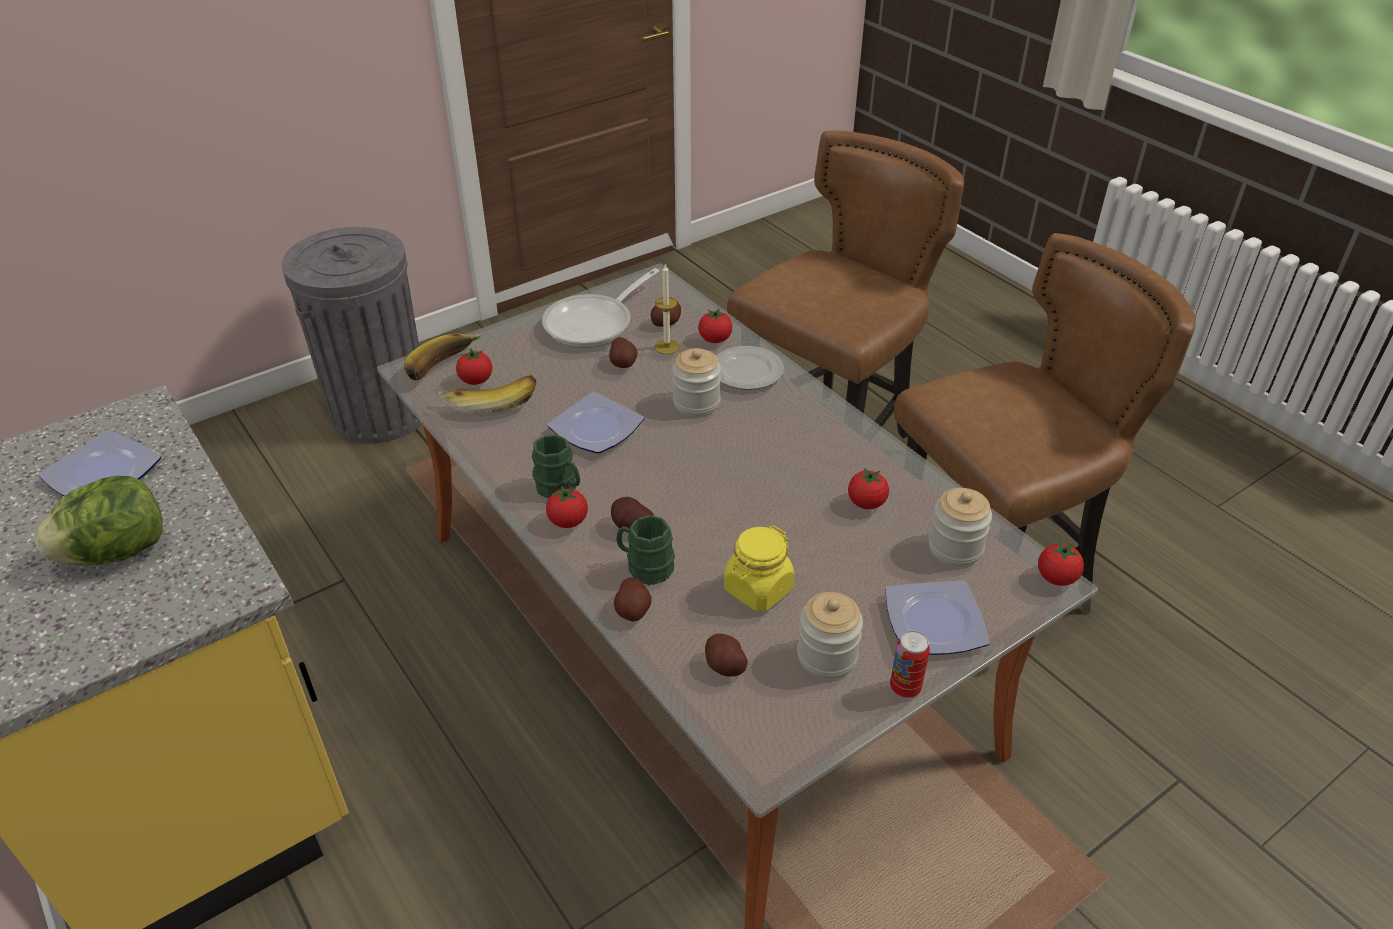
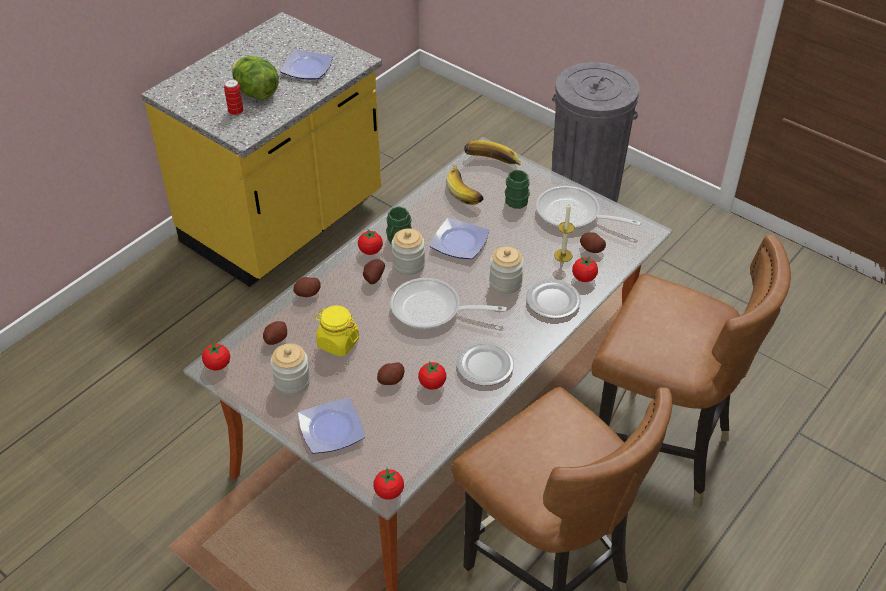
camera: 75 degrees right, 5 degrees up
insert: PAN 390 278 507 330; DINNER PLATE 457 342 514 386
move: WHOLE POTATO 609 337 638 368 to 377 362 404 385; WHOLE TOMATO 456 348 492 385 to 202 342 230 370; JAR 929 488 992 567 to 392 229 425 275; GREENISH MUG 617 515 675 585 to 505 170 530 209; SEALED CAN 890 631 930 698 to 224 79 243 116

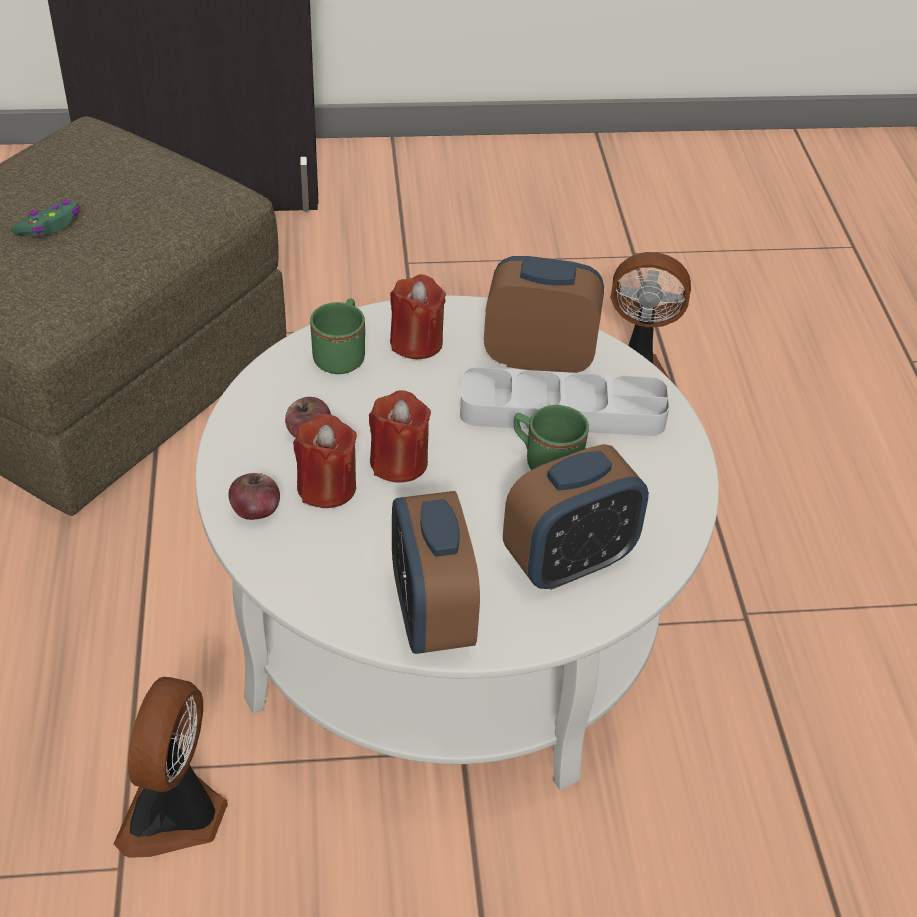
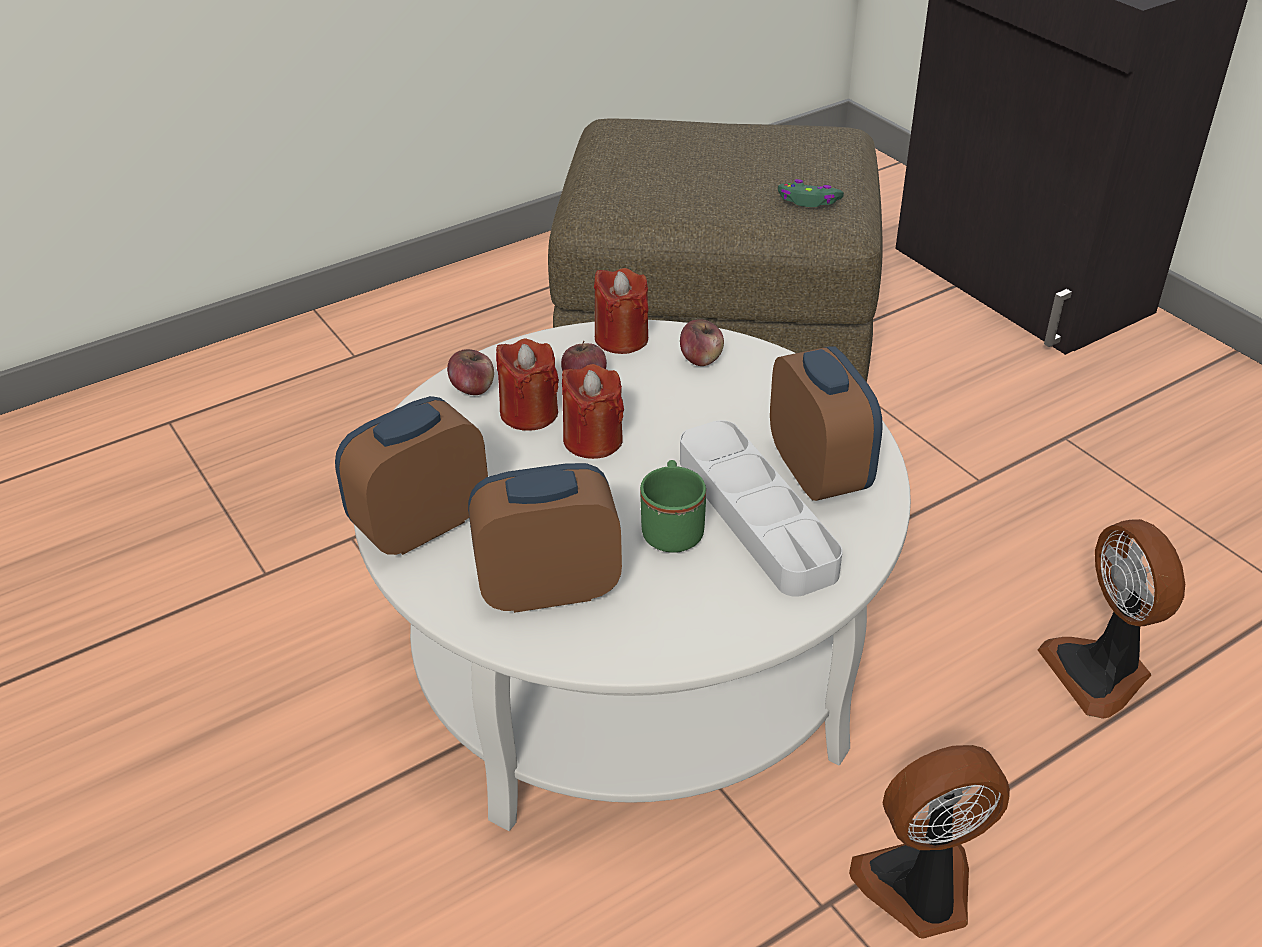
camera: 65 degrees right, 5 degrees down
move: GREENISH GAMEPAD 11 200 80 237 to 778 179 844 207; REDDISH WAX LIGHT 390 274 446 359 to 594 268 649 354; ELECTRIC FAN 114 677 228 858 to 849 745 1010 939
replace: GREENISH MUG 310 298 365 374 to APPLE FRUIT 680 319 724 366
rotate: TABLE CLOCK 503 444 649 590 = 468 463 622 613 135 degrees clockwise

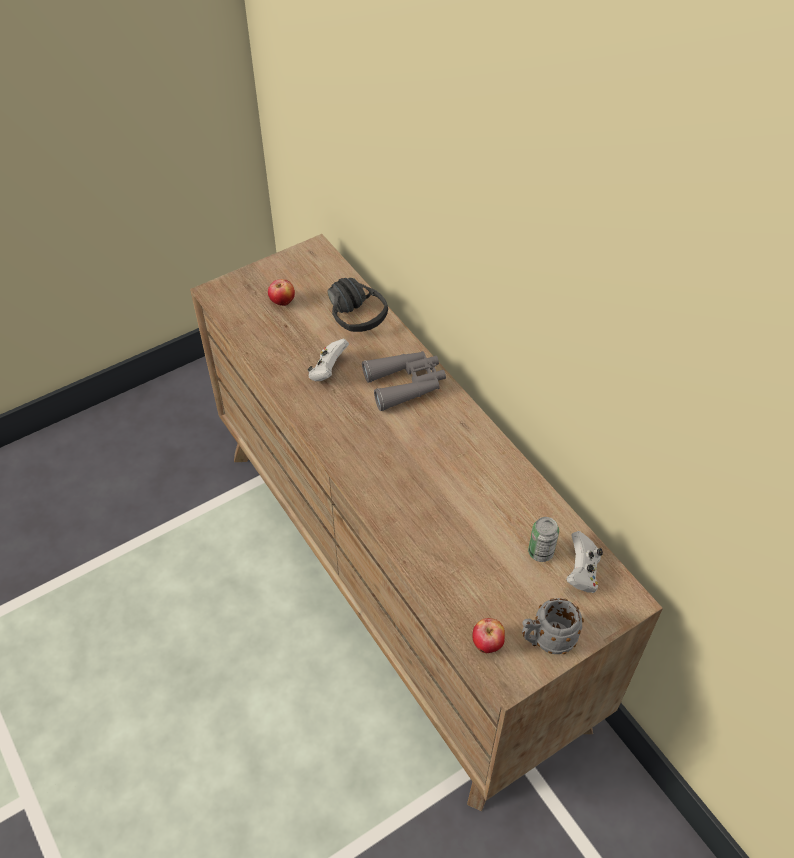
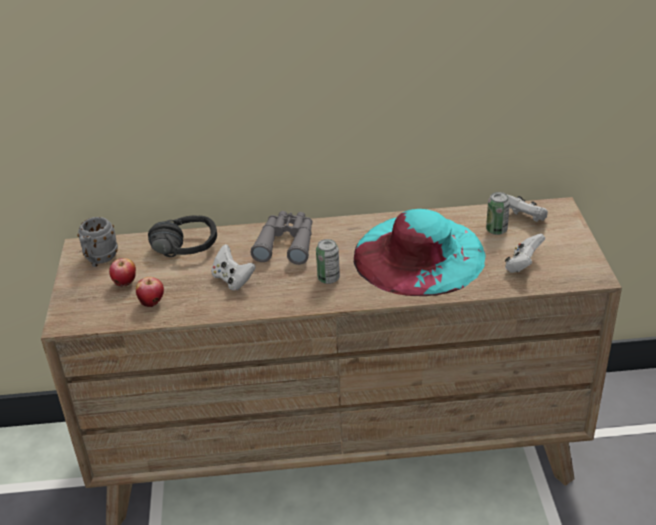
camera: 60 degrees left, 15 degrees down
insert: TURQUOISE-COLOURED HAT 354 209 486 296; WHITISH GAMEPAD 505 234 545 273; SEALED CAN 316 239 340 284
move: GREY MUG 522 598 584 654 to 77 217 118 267; APPLE FRUIT 472 618 505 653 to 136 277 164 307

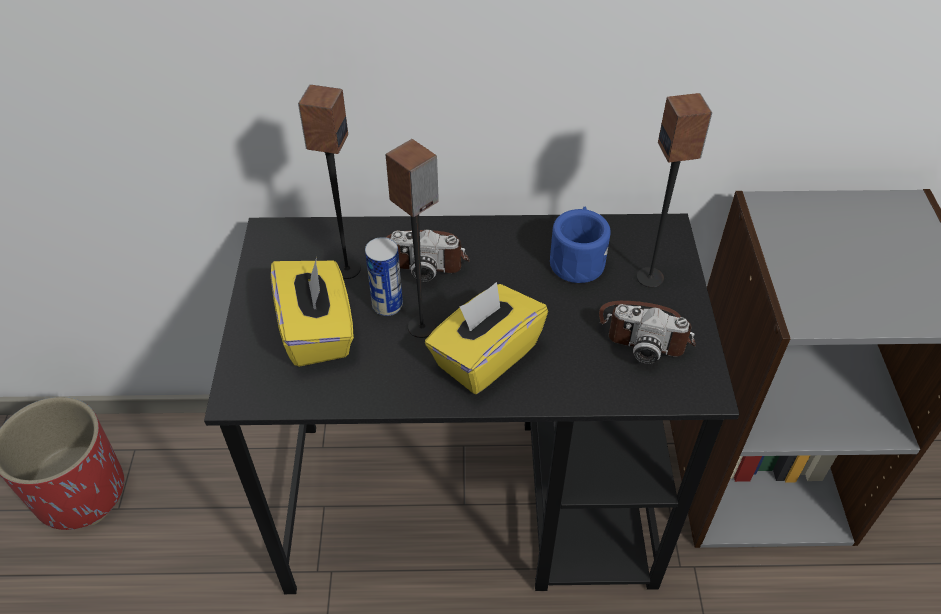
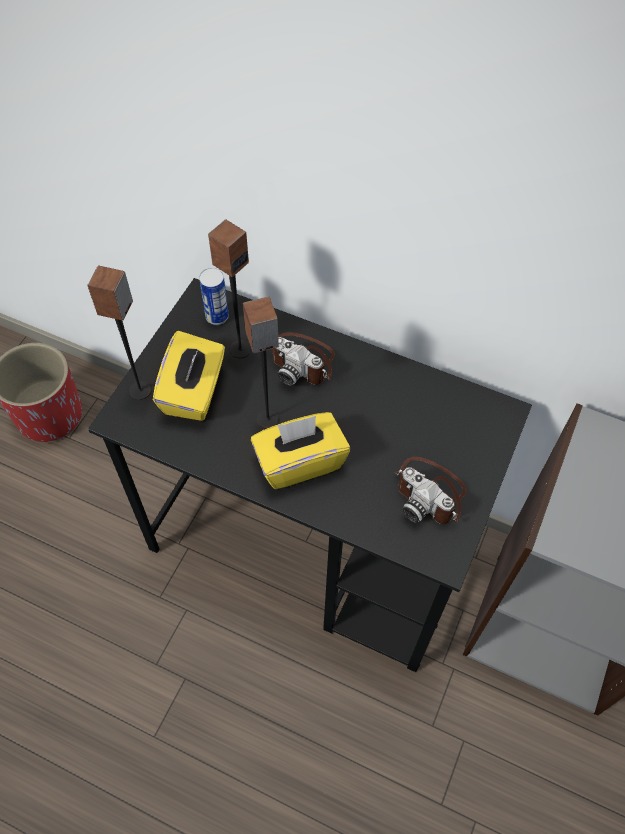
camera: 25 degrees right, 10 degrees up
delete: BLUE-COLOURED MUG 550 207 611 283
move: AUDIO SPEAKER 636 93 712 288 to 87 265 152 400; SEALED CAN 365 237 403 316 to 199 268 229 325

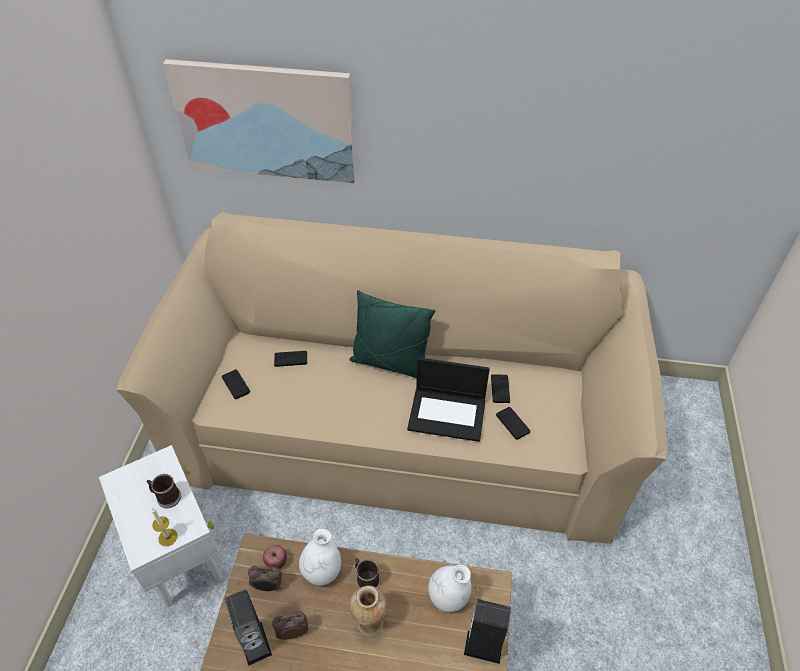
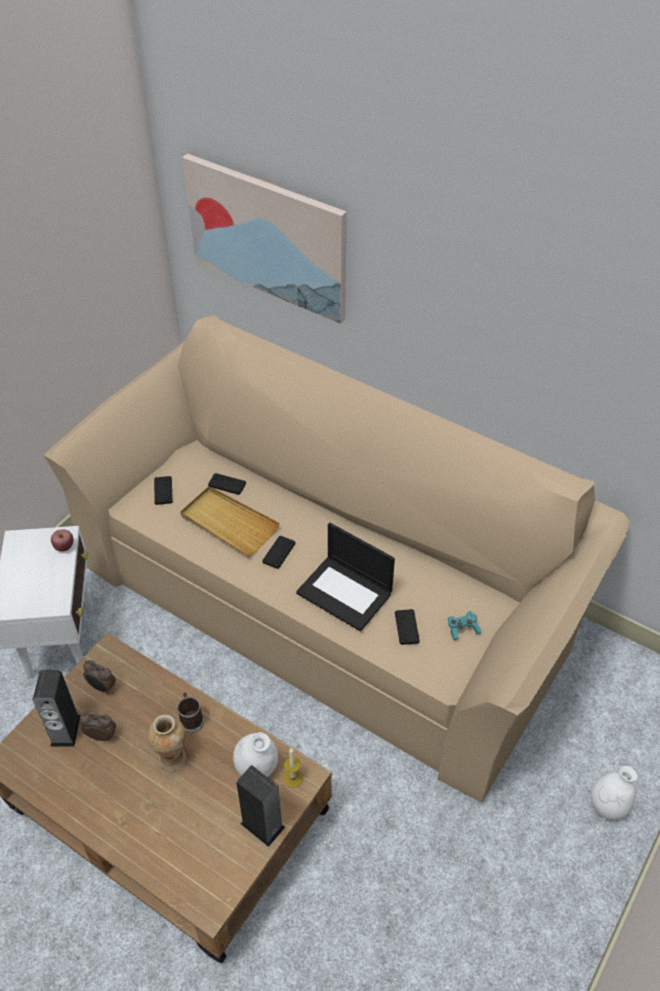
camera: 25 degrees right, 0 degrees up
delete: GREENISH CUSHION 349 290 435 378; MUG 147 474 181 508
insert: SAND-COLOURED CARRYING TRAY 180 486 279 556; TURQUOISE-COLOURED GAMEPAD 448 611 481 640
move: BLACK GAMEPAD 491 374 510 403 to 262 536 295 569; WAX LIGHT 151 508 178 546 to 283 748 303 788; WHITISH DECORATIVE VASE 299 529 341 585 to 591 766 638 820; APPLE FRUIT 263 545 287 569 to 51 529 73 552

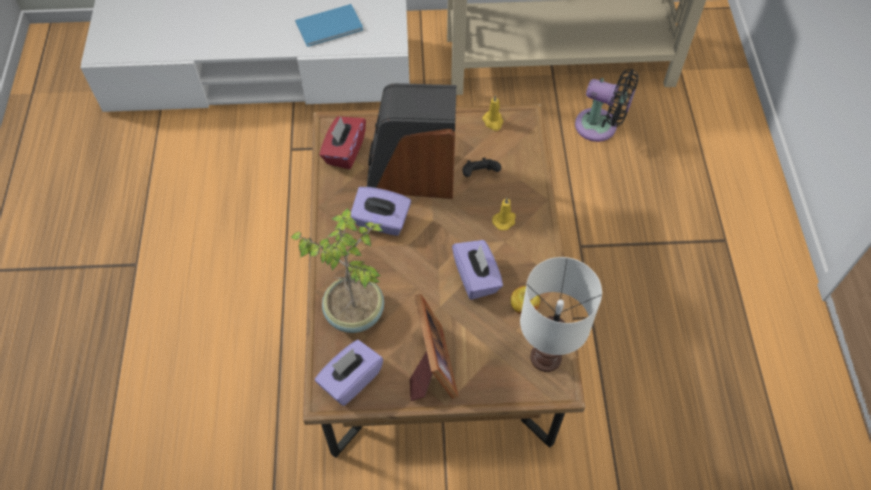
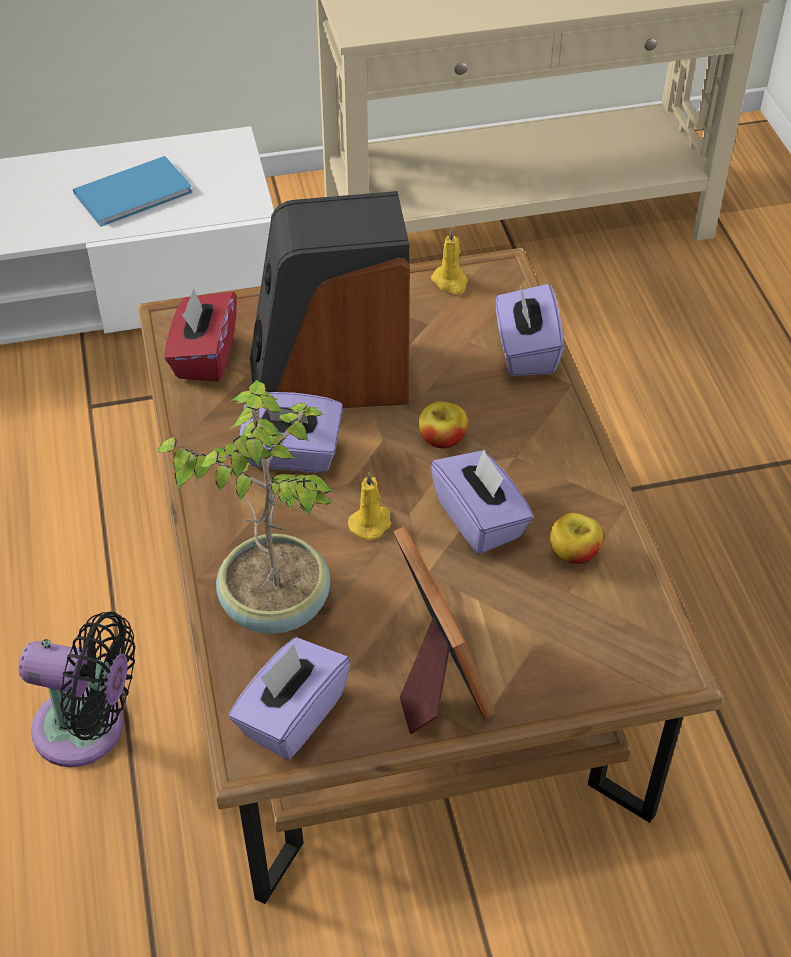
camera: 10 degrees left, 10 degrees down
delete: BLACK GAMEPAD 462 158 501 177; WHITISH LAMP FOR A TABLE 520 257 602 372
insert: PURPLISH TISSUE BOX 496 284 564 376; APPLE FRUIT 419 401 468 448
move: BLACK ELECTRIC FAN 575 69 639 142 to 19 611 135 767; YELLOWISH WAX LIGHT 492 198 516 230 to 348 472 392 540

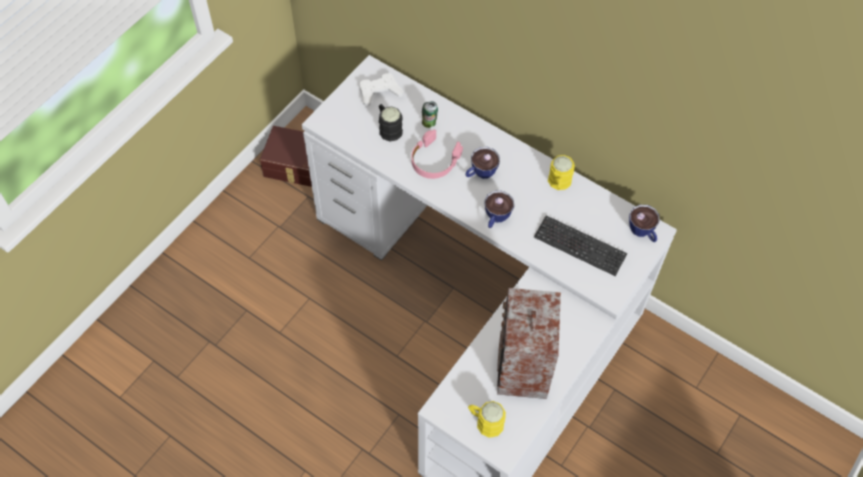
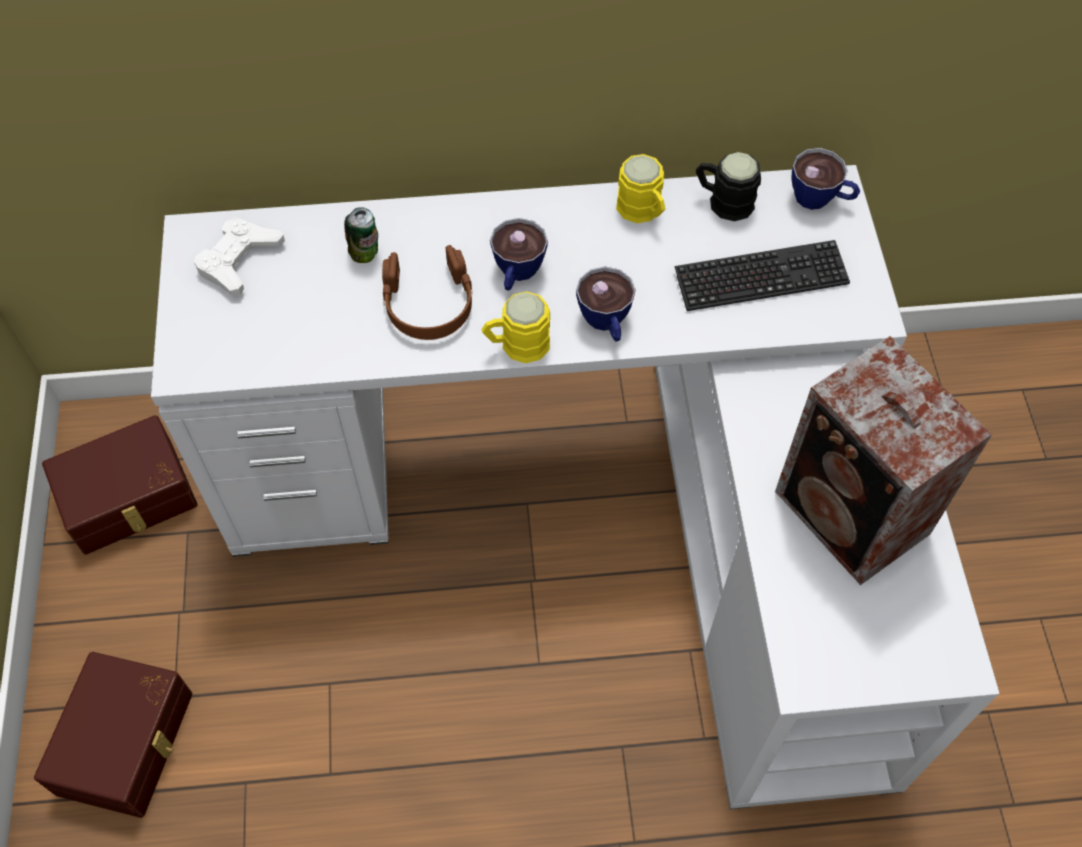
camera: 40 degrees left, 0 degrees up
insert: BROWN STORAGE CONTAINER 34 652 192 818
move: BLACK MUG 379 104 403 141 to 696 152 761 221; YELLOWISH MUG 468 401 506 438 to 481 291 550 363
recolor: PINK HEADSET 411 129 463 179 to BROWN HEADSET 382 245 472 340

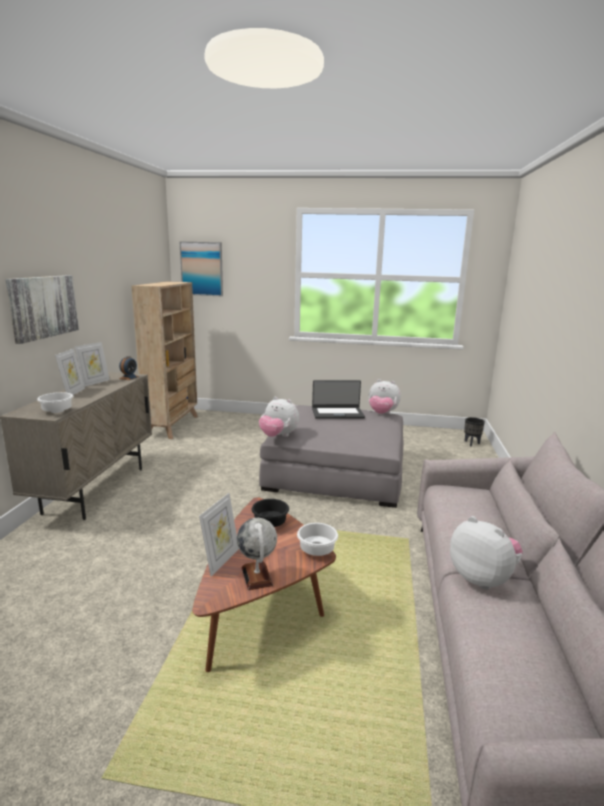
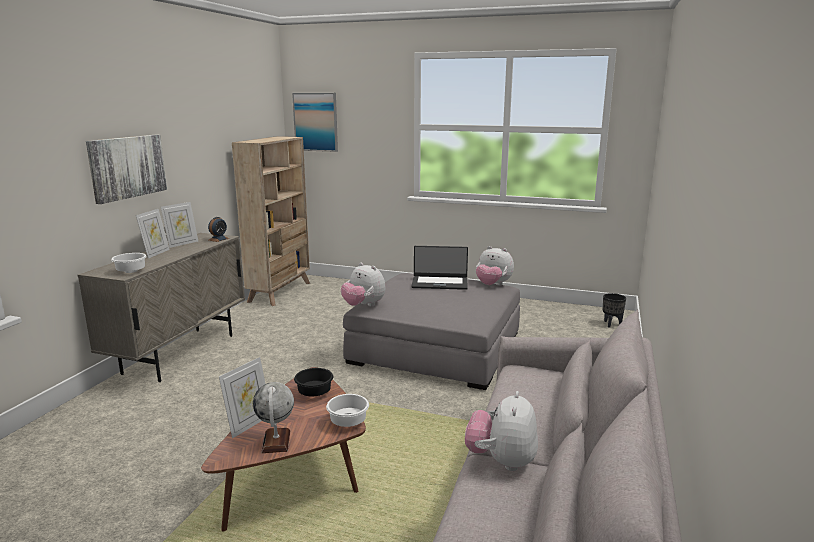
camera: 10 degrees right, 0 degrees up
rotate: SOFT TOY 450 516 523 590 = 465 391 538 471 135 degrees counterclockwise

